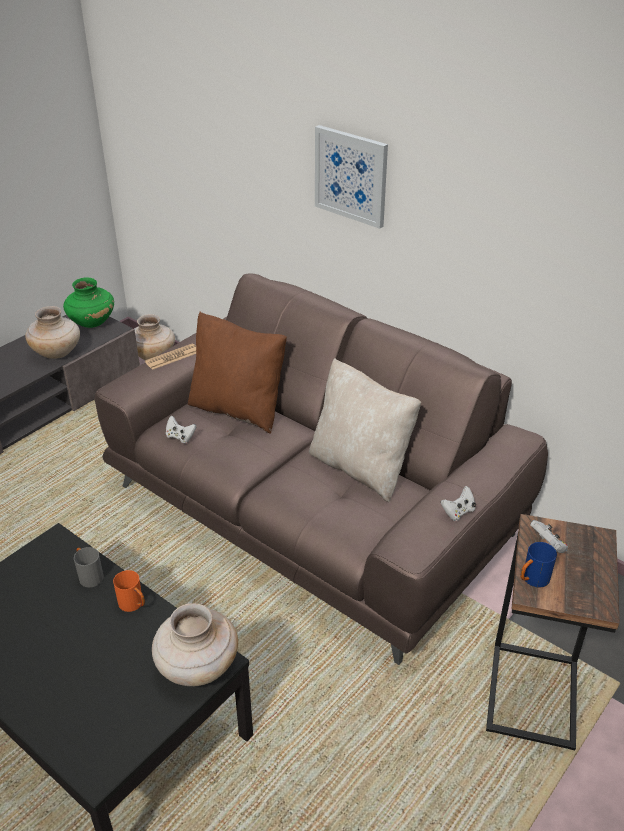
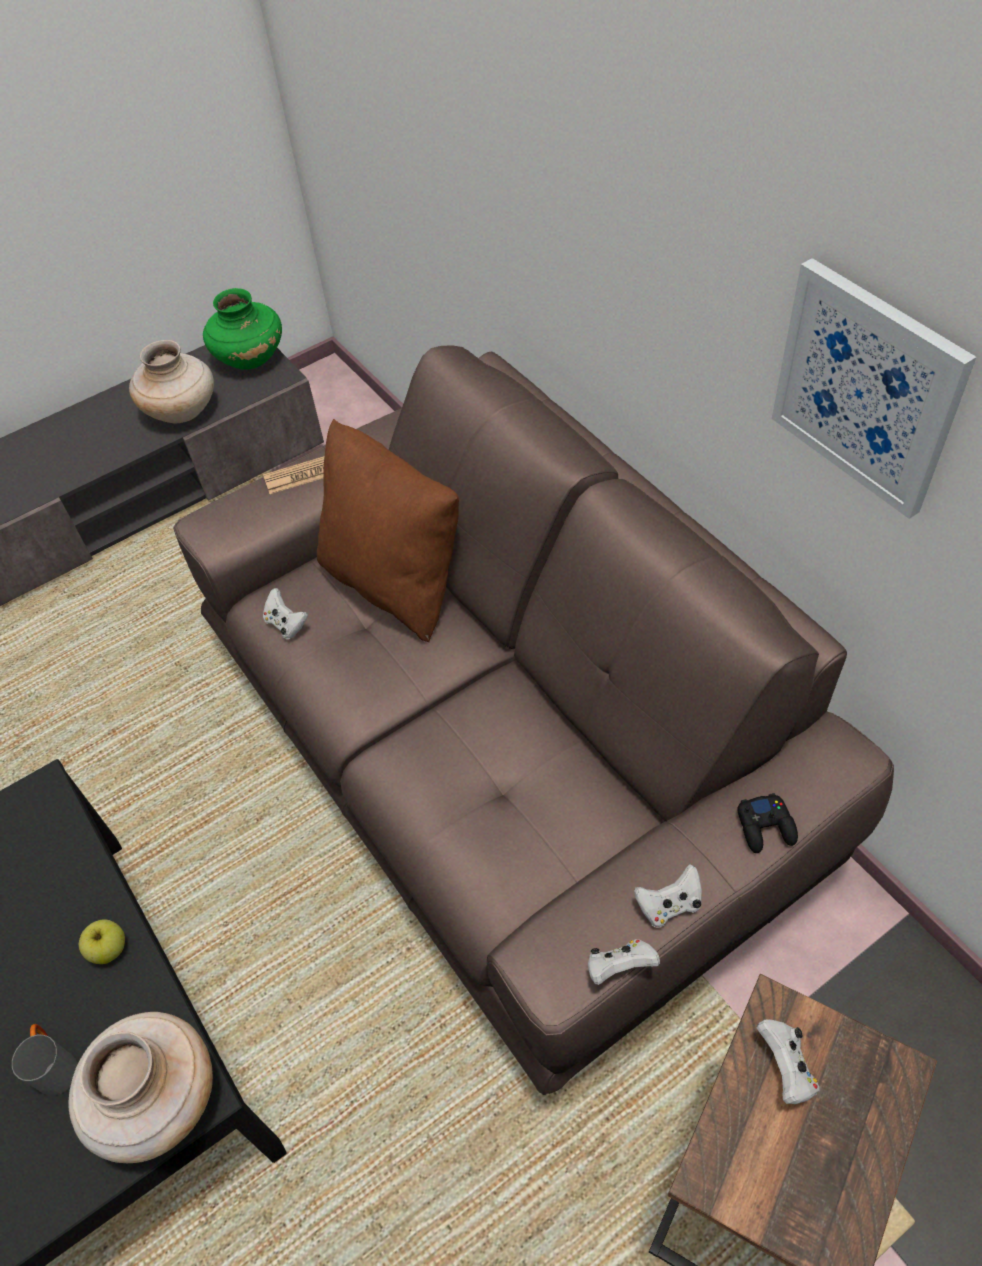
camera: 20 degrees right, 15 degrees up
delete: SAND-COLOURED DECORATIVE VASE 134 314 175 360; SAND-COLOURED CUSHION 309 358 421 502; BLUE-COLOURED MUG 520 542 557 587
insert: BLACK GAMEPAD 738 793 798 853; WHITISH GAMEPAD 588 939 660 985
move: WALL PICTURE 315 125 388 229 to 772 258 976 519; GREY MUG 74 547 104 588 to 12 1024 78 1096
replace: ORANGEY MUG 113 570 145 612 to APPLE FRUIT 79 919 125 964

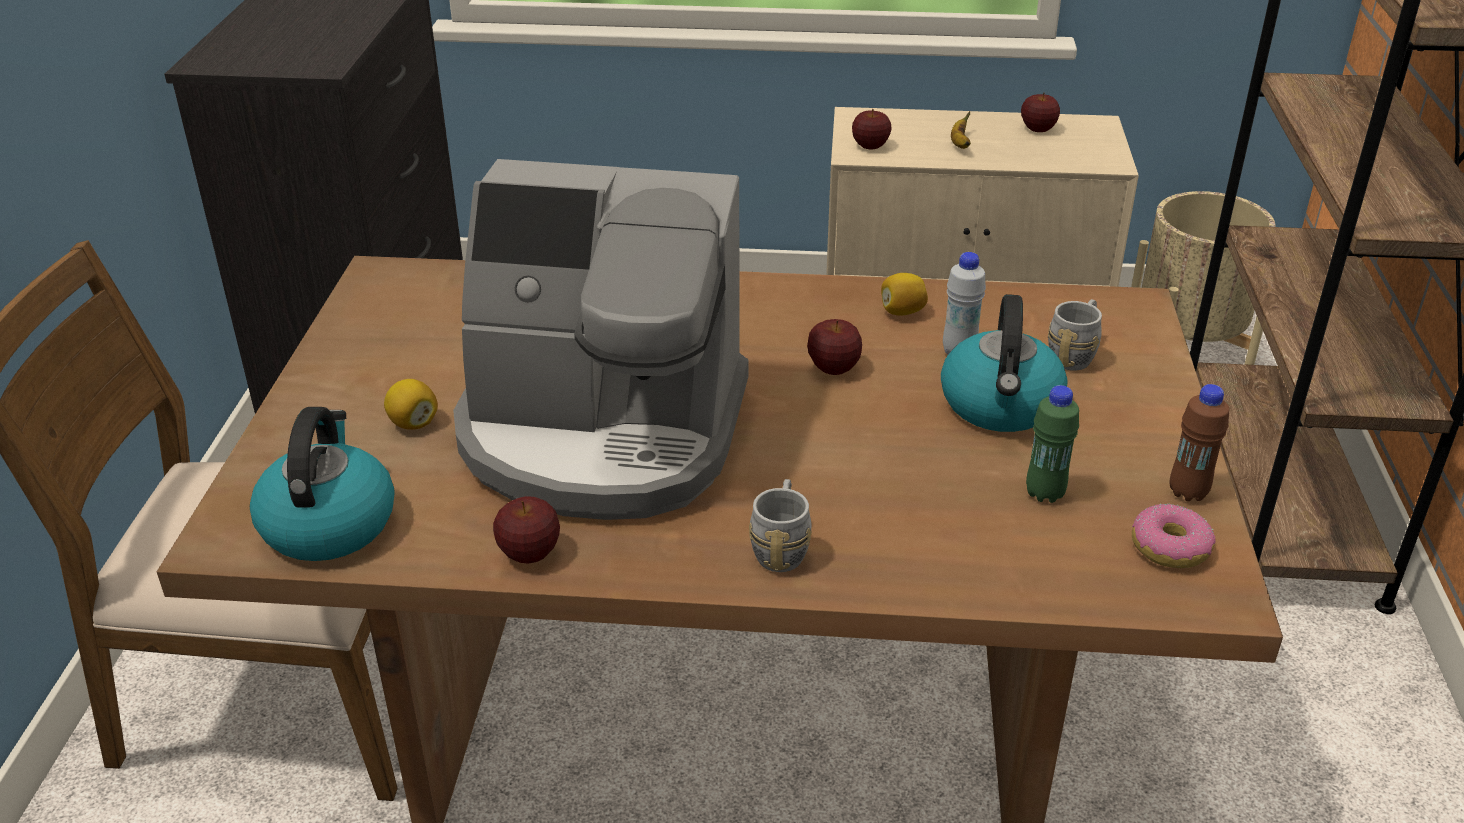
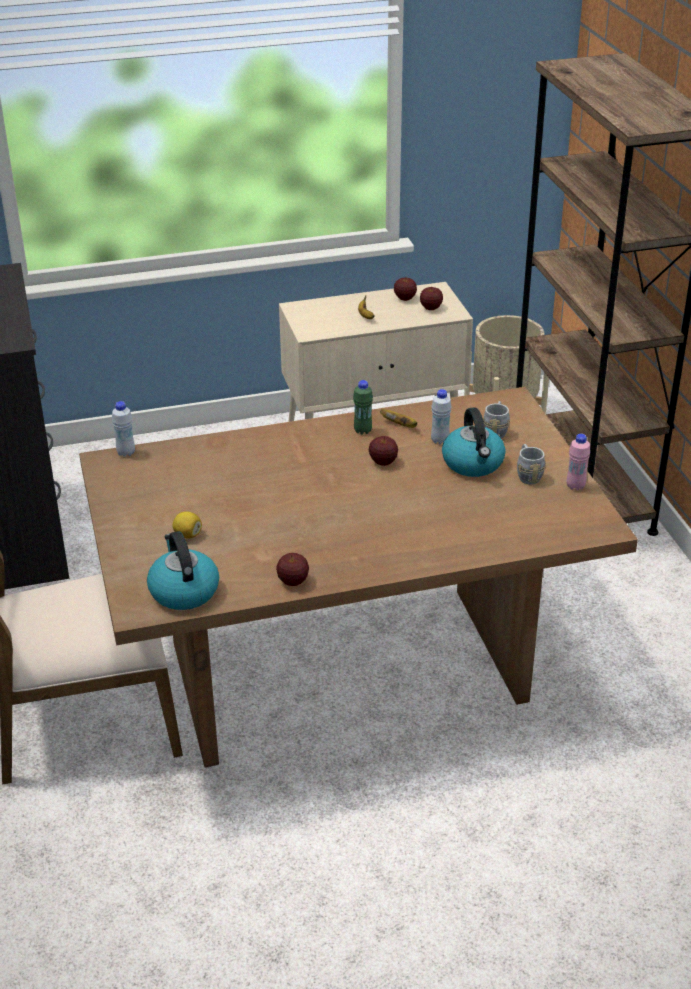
camera: 20 degrees left, 0 degrees up
delete: COFFEE MACHINE 453 159 748 520; DONUT 1132 503 1216 568
insert: WHITISH BEVERAGE BOTTLE 112 401 135 457
move: APPLE FRUIT 852 109 892 149 to 420 287 443 310; GREENISH BEVERAGE BOTTLE 1026 385 1079 503 to 353 380 373 435; GREY MUG 749 479 812 572 to 517 444 545 484
replace: LEMON 881 273 928 316 to BANANA FRUIT 380 409 417 428
recolor: BROWN BEVERAGE BOTTLE 1169 384 1229 502 to PINK BEVERAGE BOTTLE 567 434 590 491

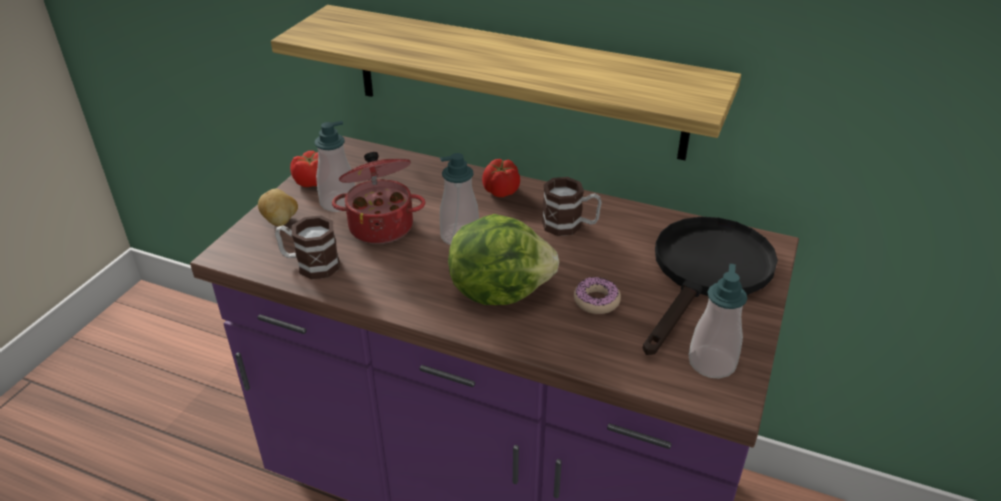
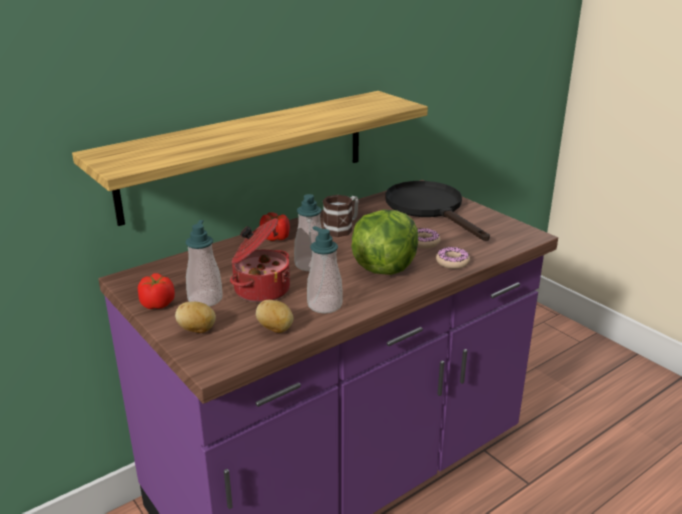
camera: 60 degrees left, 10 degrees down
insert: DONUT 436 247 470 269
move: SOAP DISPENSER 688 264 747 378 to 307 226 343 314
replace: MUG 275 216 340 280 to WHOLE POTATO 256 300 294 333

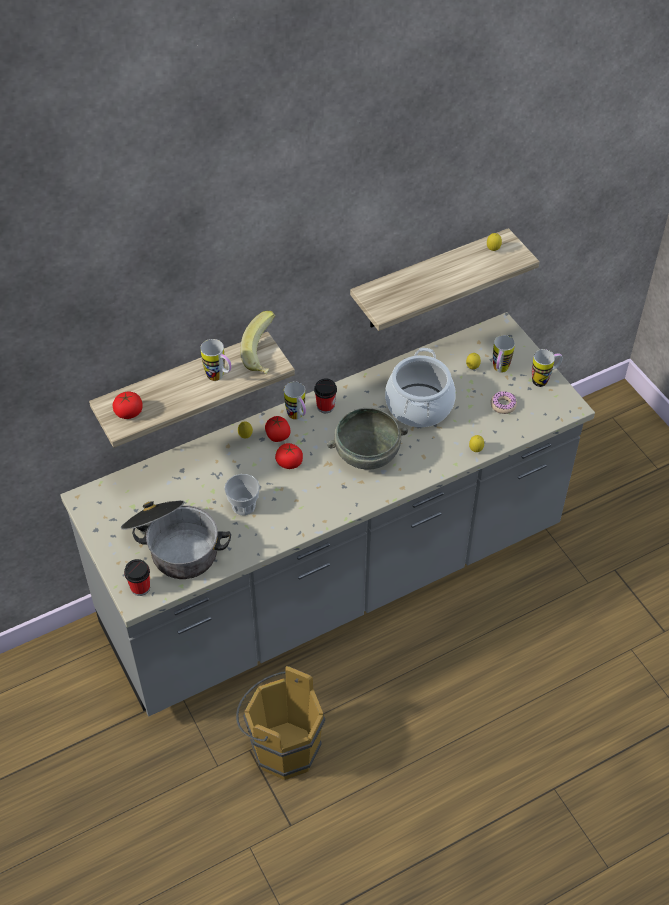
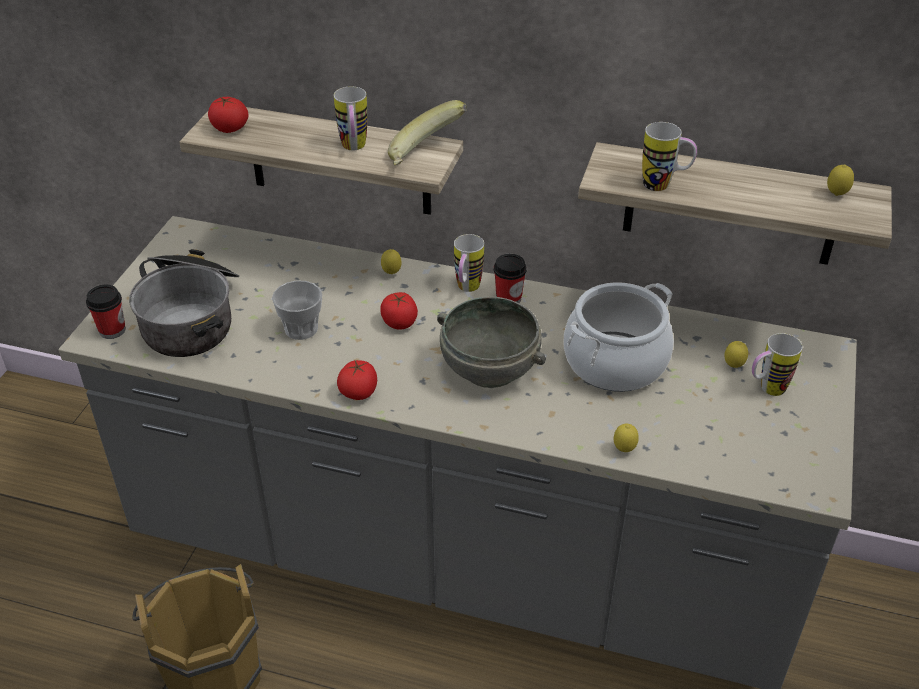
camera: 45 degrees right, 10 degrees down
delete: DONUT 490 391 517 414
move: MUG 532 349 563 387 to 642 122 697 191; WHOLE TOMATO 265 416 291 442 to 337 360 377 400

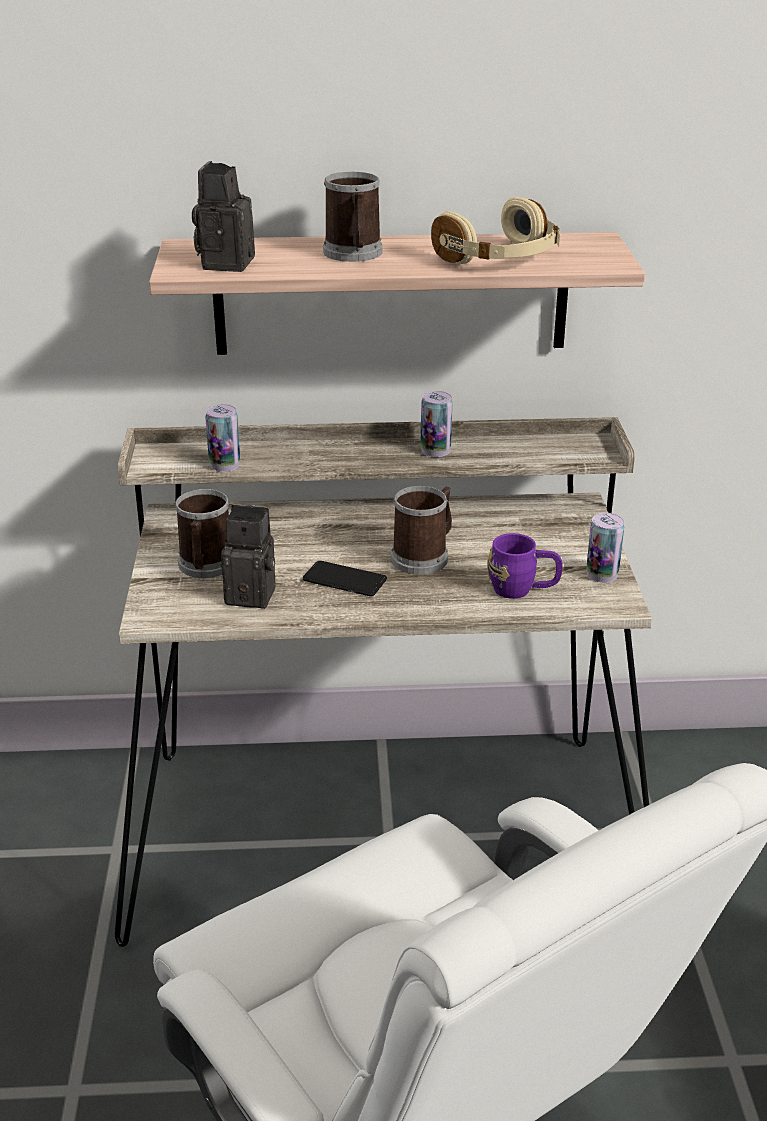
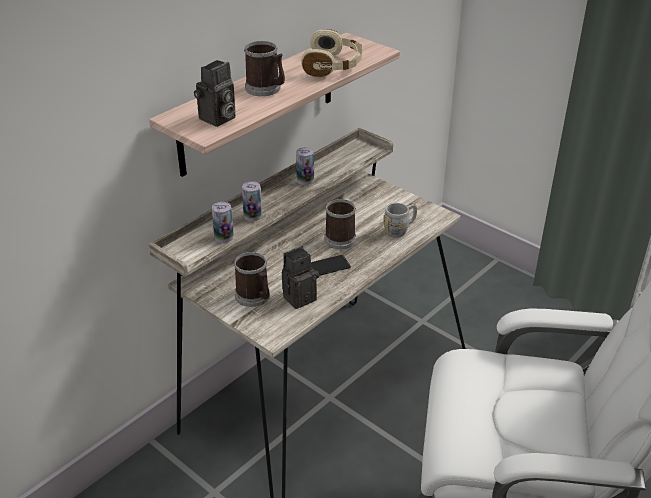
camera: 45 degrees left, 5 degrees up
move: SEALED CAN 586 513 624 583 to 242 181 262 222
recolor: PURPLISH MUG 487 533 563 599 to GREY MUG 383 203 417 238
rotate: STILL CAMERA 192 161 255 272 = 194 60 236 127 105 degrees counterclockwise

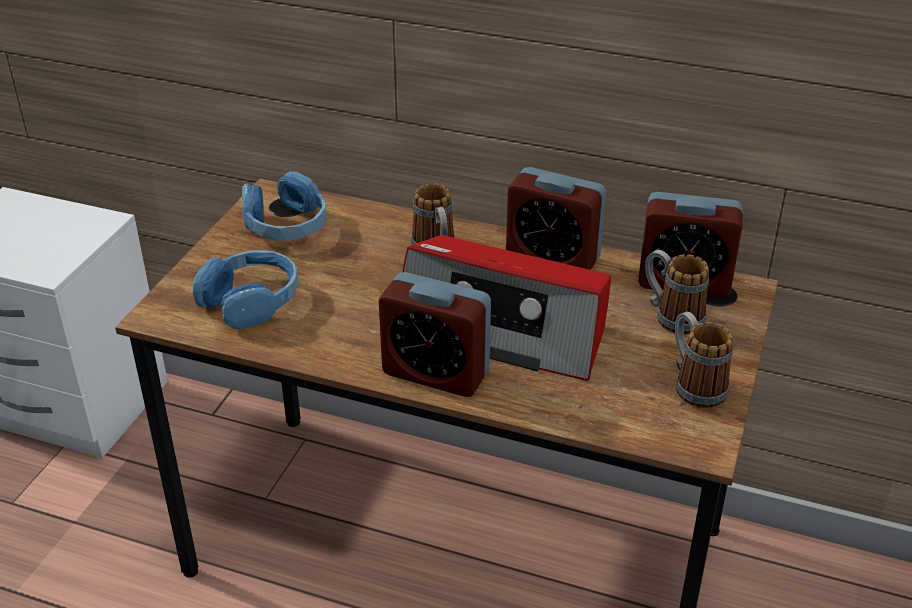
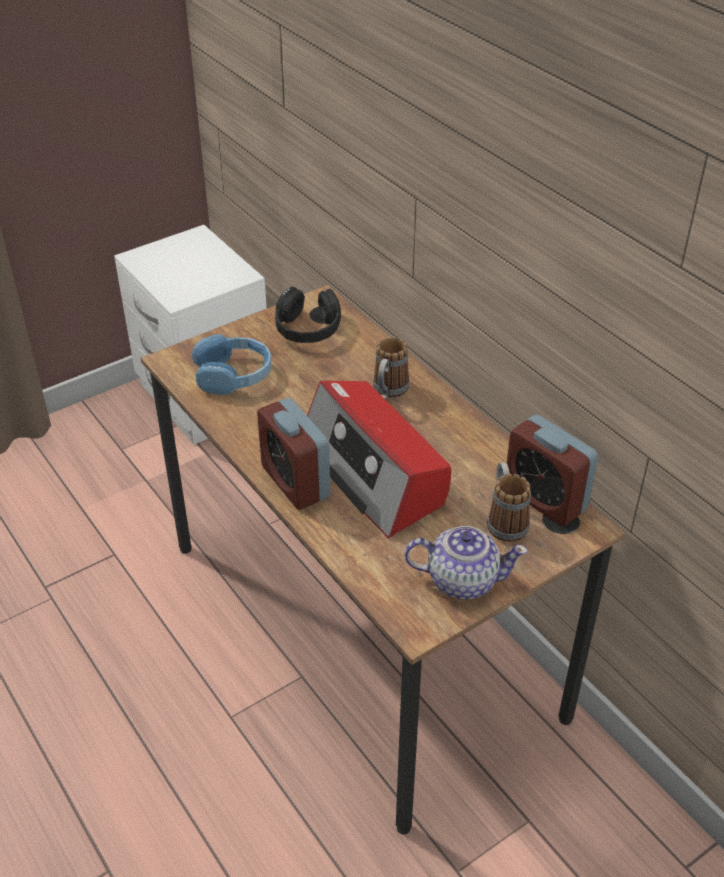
camera: 35 degrees right, 5 degrees up
delete: TABLE CLOCK 506 167 606 270
replace: MUG 675 312 733 408 to TEA POT 404 526 528 599
recolor: BLUE-COLOURED HEADSET 242 171 326 240 to BLACK HEADSET 275 287 341 343

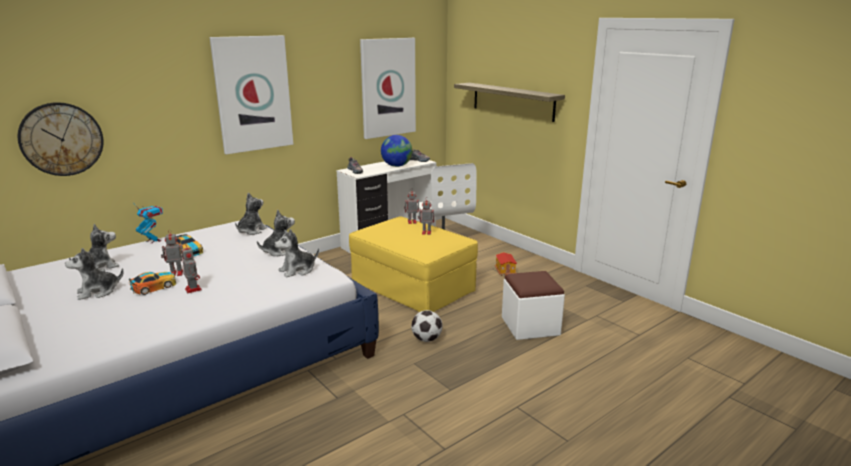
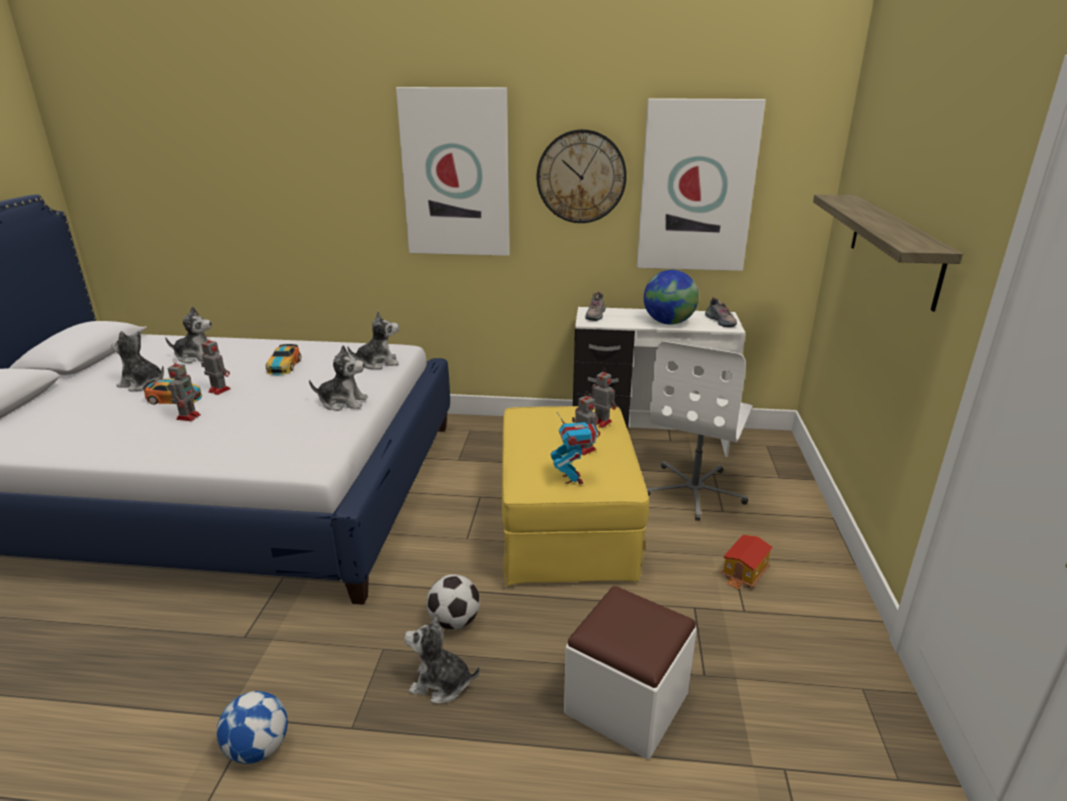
camera: 45 degrees right, 5 degrees up
insert: FOOTBALL BALL 217 691 288 764
move: WALL CLOCK 18 102 104 176 to 537 129 627 223; TOY ROBOT 136 206 163 244 to 551 412 597 484; SOFT TOY 274 229 319 277 to 404 613 480 704

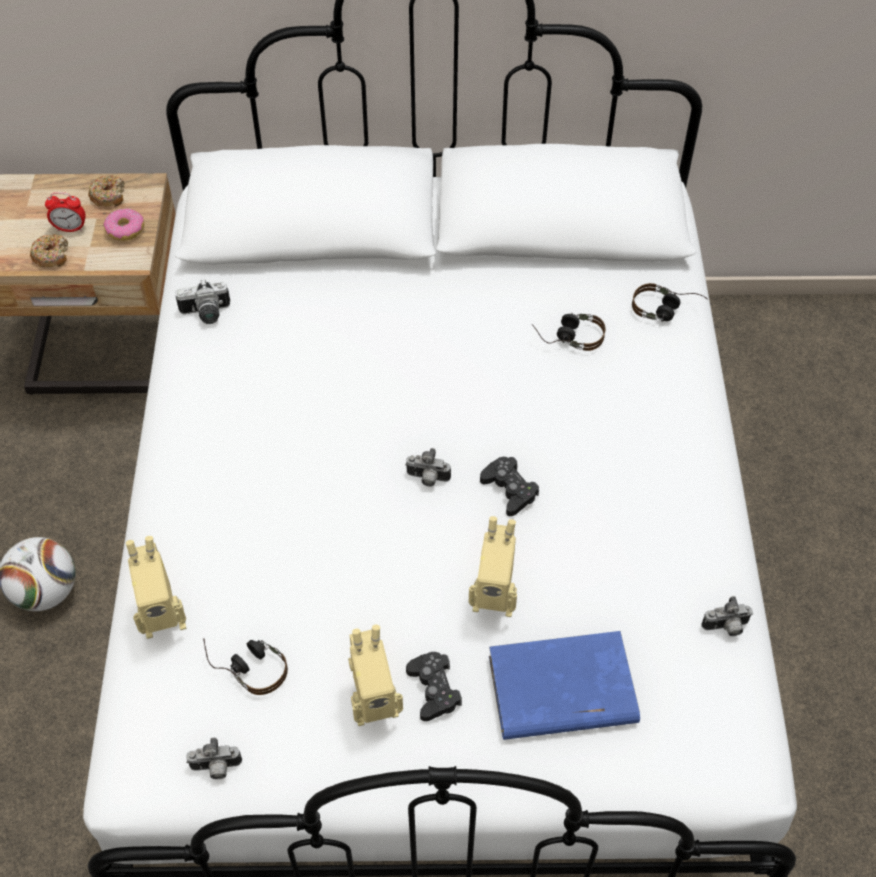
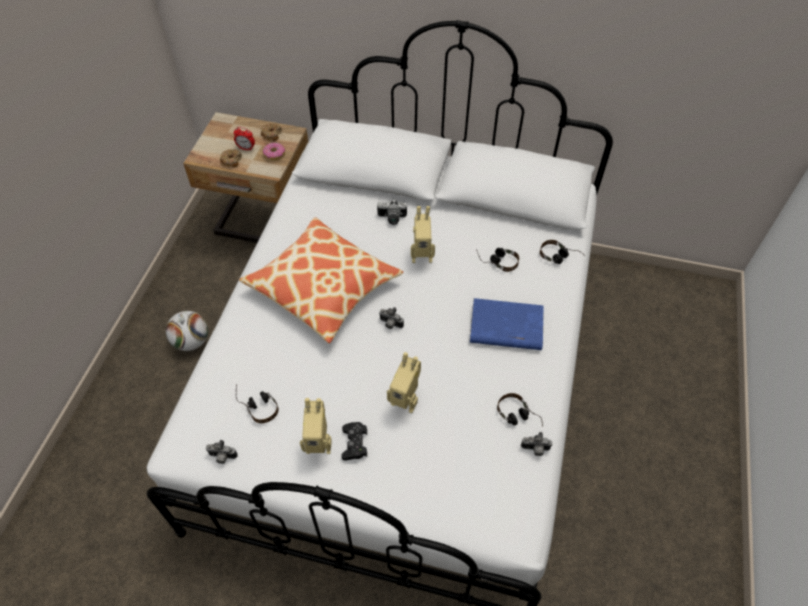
camera: 15 degrees right, 0 degrees up
delete: BLACK GAMEPAD 480 457 539 516
insert: CUSHION 239 217 403 344; HEADSET 497 393 543 427
move: STILL CAMERA 175 280 230 324 to 377 199 407 225; TOY ROBOT 126 536 186 639 to 411 206 435 263; BLUE-COLOURED BOOK 489 631 640 740 to 470 298 544 350

